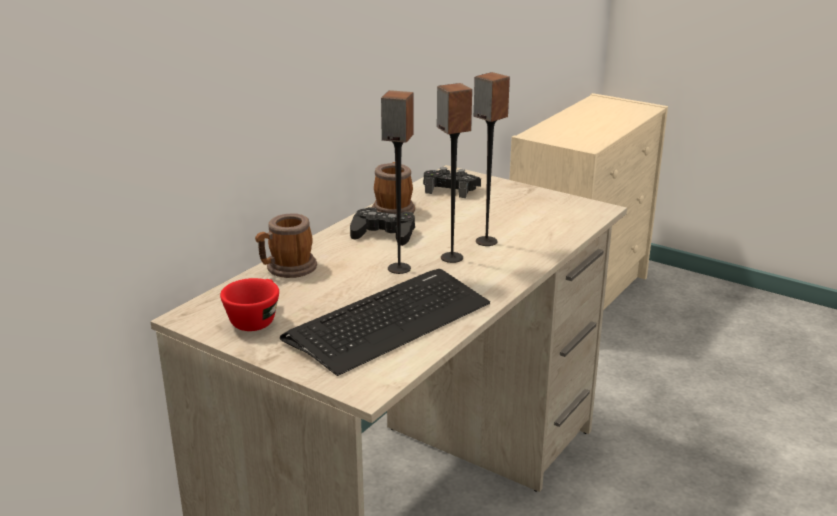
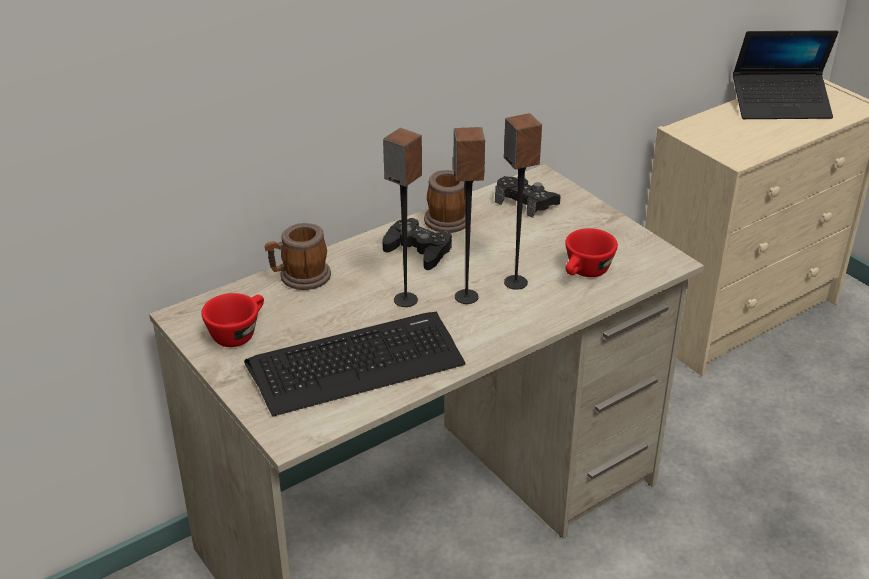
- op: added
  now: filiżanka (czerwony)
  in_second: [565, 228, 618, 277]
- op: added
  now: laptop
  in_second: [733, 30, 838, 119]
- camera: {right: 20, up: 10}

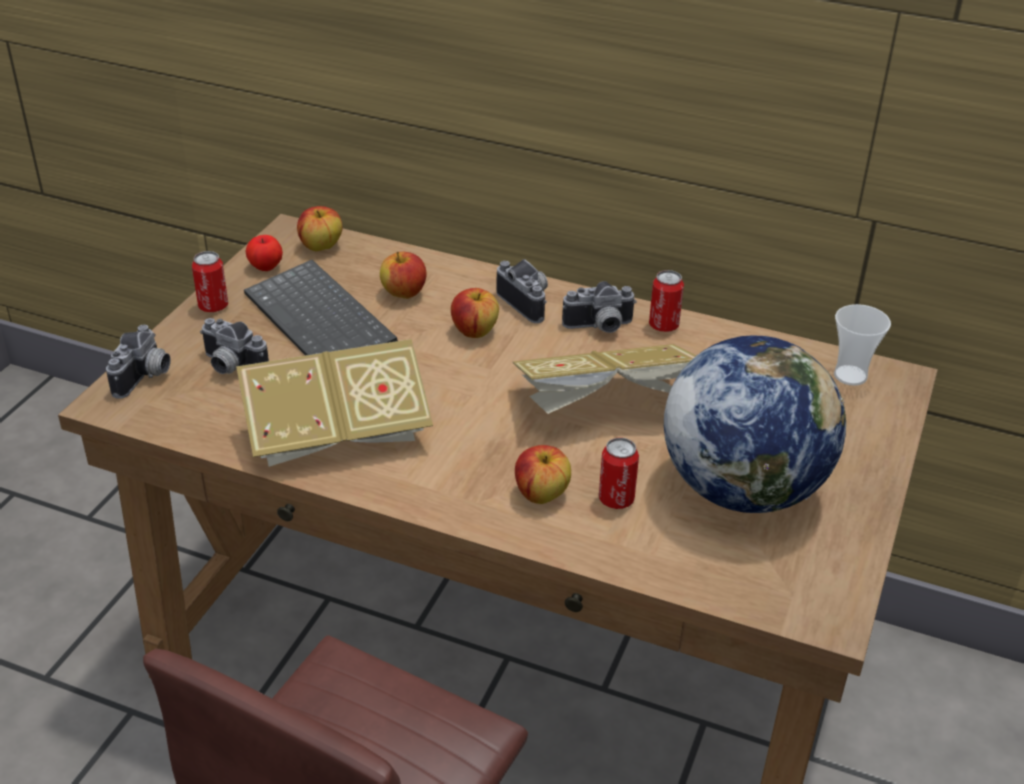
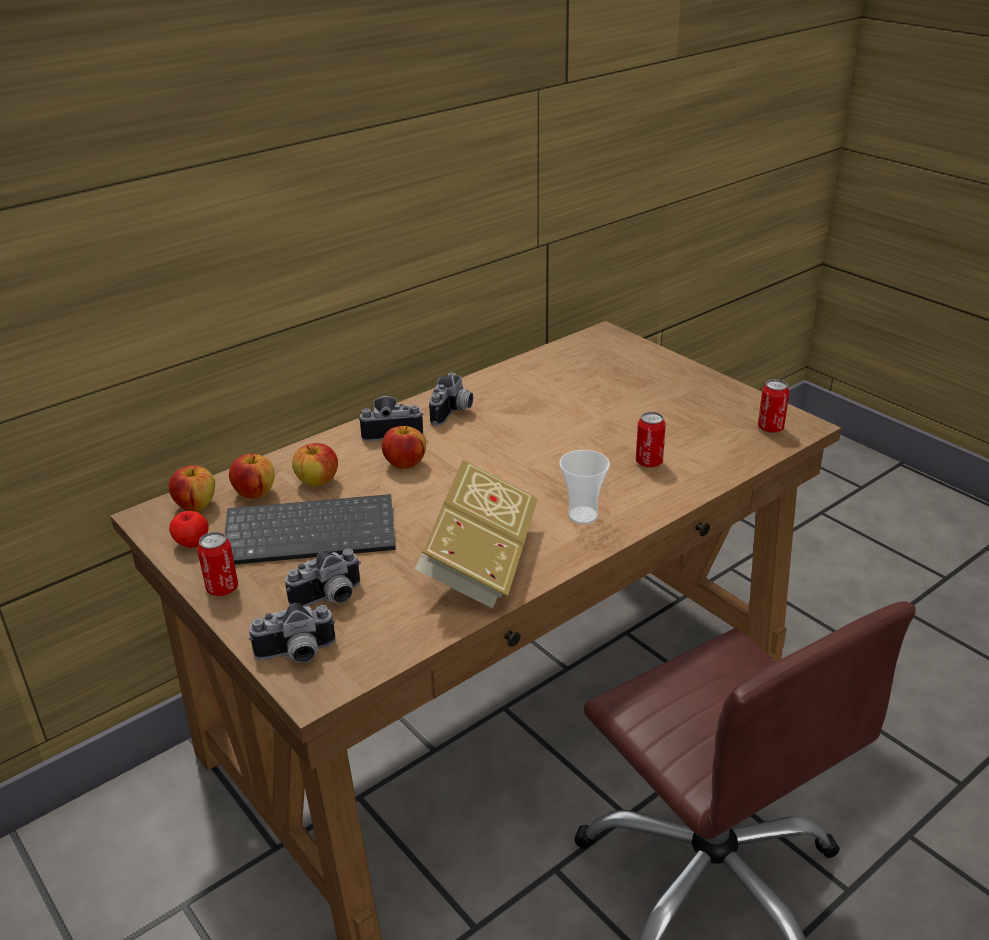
- op: turned
  was: aparat fotograficzny
  in_first: [106, 325, 171, 399]
  in_second: [249, 603, 335, 663]
  clockwise: 120
- op: removed
  was: książka
  in_first: [513, 344, 697, 414]
- op: moved
  was: jabłko
  in_first: [515, 445, 571, 504]
  in_second: [229, 454, 275, 499]
- op: moved
  was: puszka
  in_first: [649, 270, 684, 332]
  in_second: [758, 379, 790, 433]
- op: removed
  was: globus
  in_first: [664, 335, 846, 513]
- op: moved
  was: filiżanka
  in_first: [834, 304, 891, 386]
  in_second: [559, 450, 610, 525]
- camera: {right: -60, up: -5}

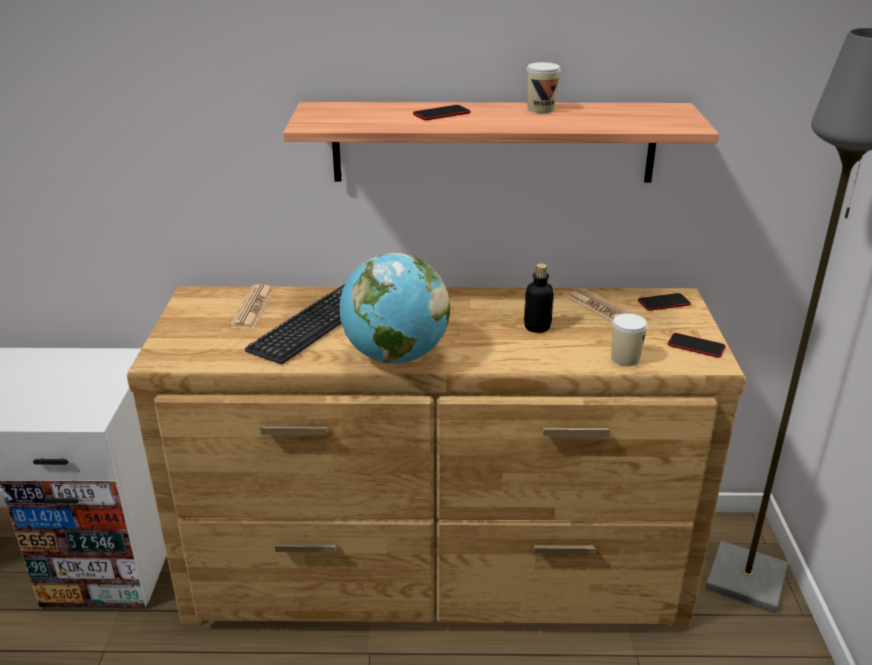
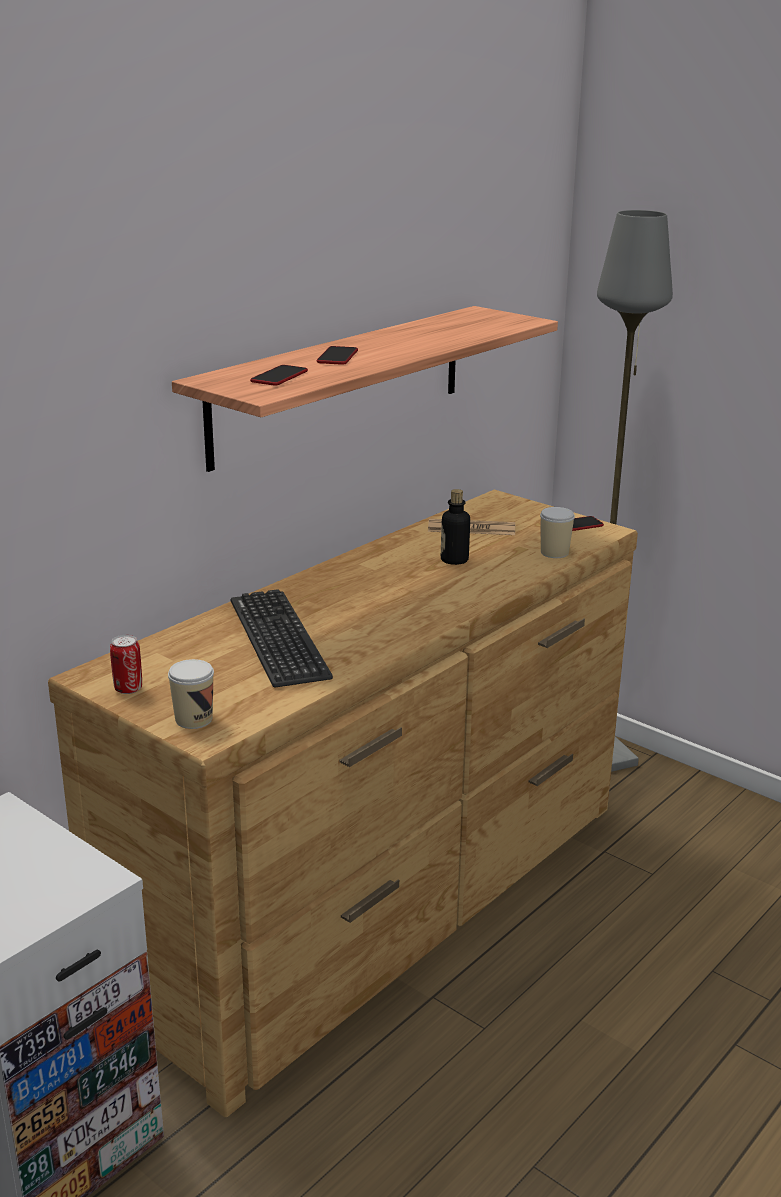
- op: removed
  was: gazeta
  in_first: [229, 284, 275, 329]
- op: removed
  was: globus
  in_first: [339, 253, 450, 364]
- op: moved
  was: filiżanka
  in_first: [527, 62, 561, 113]
  in_second: [168, 659, 214, 729]
- op: moved
  was: telefon
  in_first: [638, 293, 691, 311]
  in_second: [250, 365, 308, 386]
- op: added
  now: puszka
  in_second: [110, 635, 142, 694]
- camera: {right: -50, up: -5}

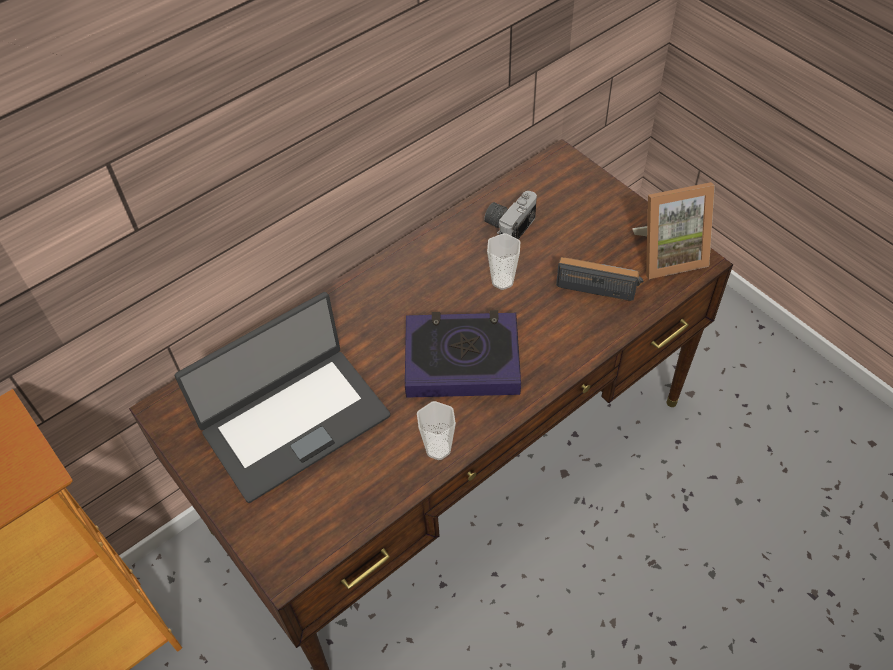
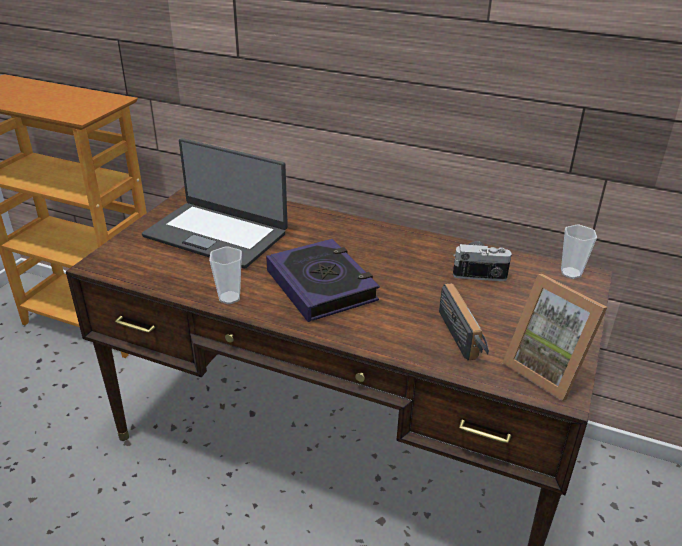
- op: moved
  was: filiżanka
  in_first: [487, 233, 520, 290]
  in_second: [561, 224, 597, 279]
- camera: {right: 60, up: -20}

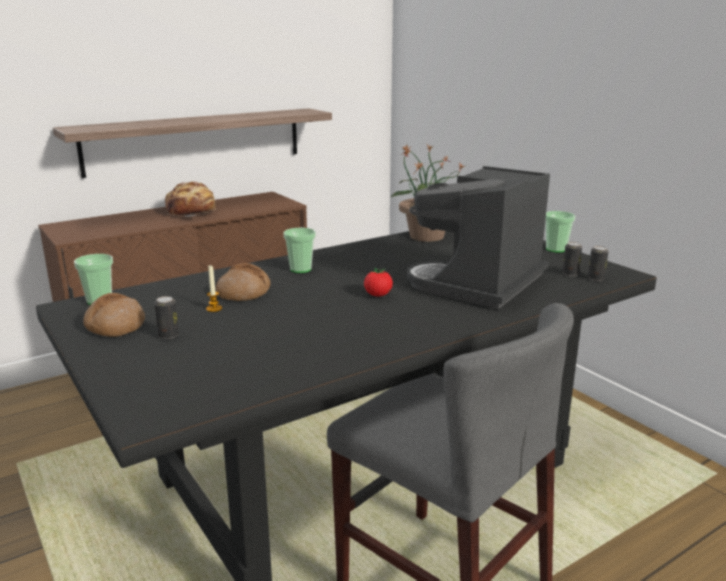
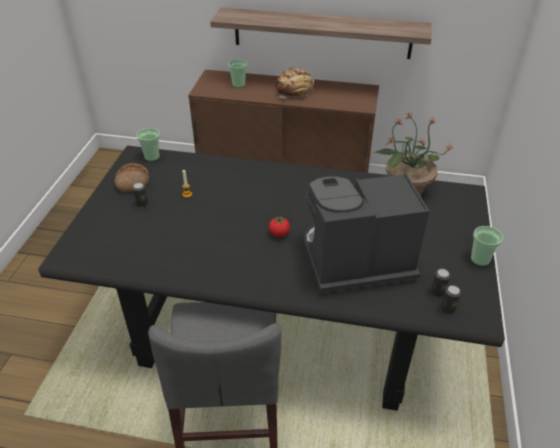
- op: removed
  was: chleb
  in_first: [216, 263, 271, 301]
- op: moved
  was: filiżanka
  in_first: [283, 228, 316, 273]
  in_second: [228, 59, 247, 88]
- camera: {right: 45, up: 20}

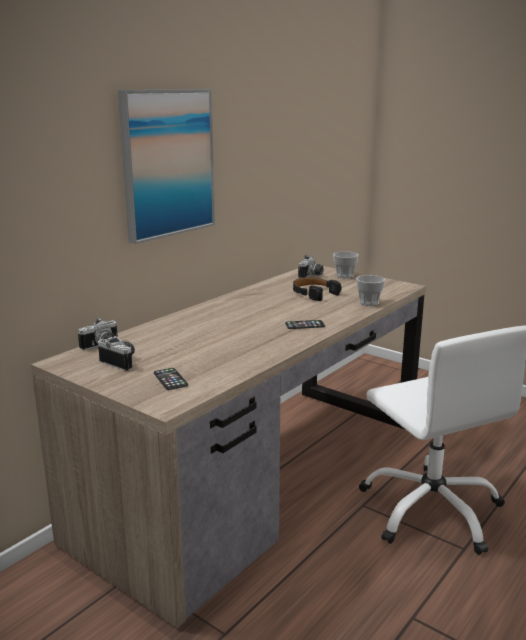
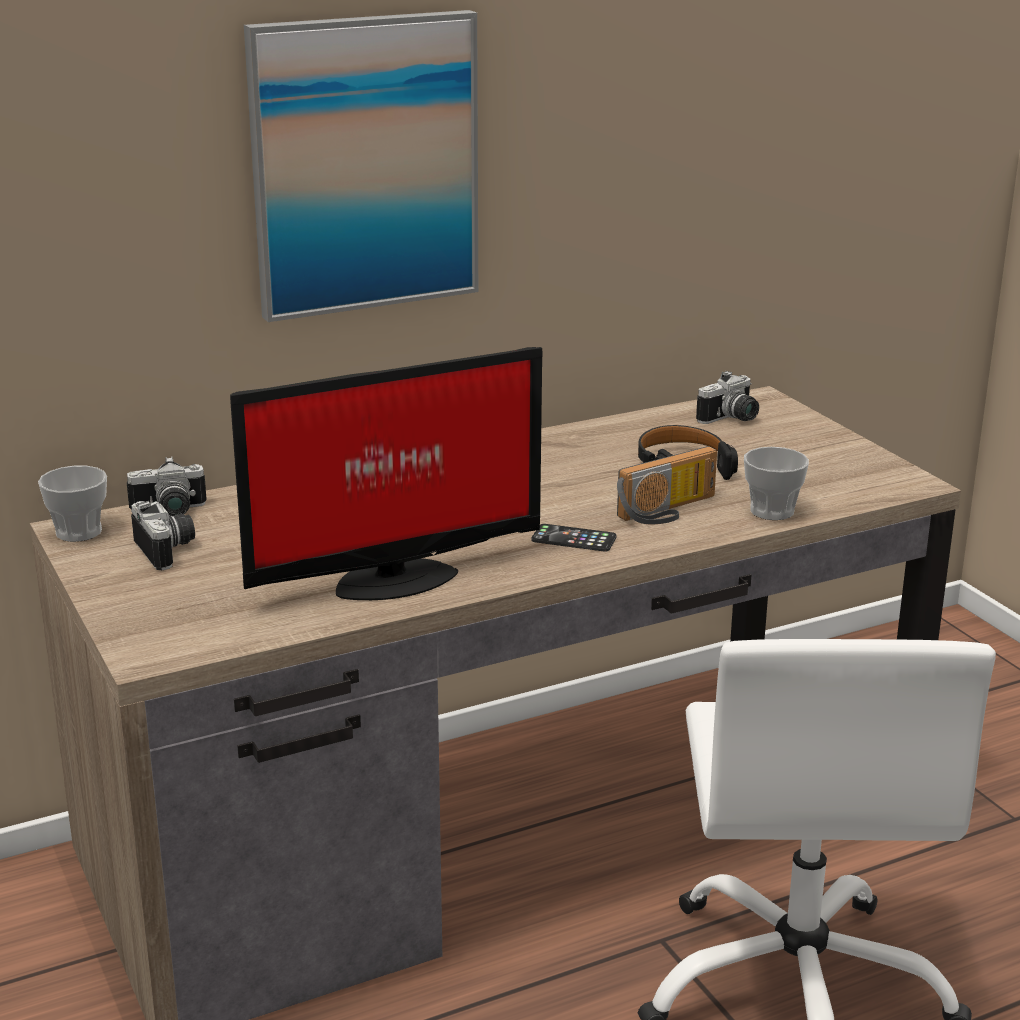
- op: removed
  was: telefon
  in_first: [154, 368, 188, 390]
- op: moved
  was: filiżanka
  in_first: [333, 252, 358, 278]
  in_second: [38, 466, 107, 542]
- op: added
  now: monitor
  in_second: [230, 347, 542, 600]
- op: added
  now: radio
  in_second: [617, 446, 717, 524]
- camera: {right: 25, up: 5}

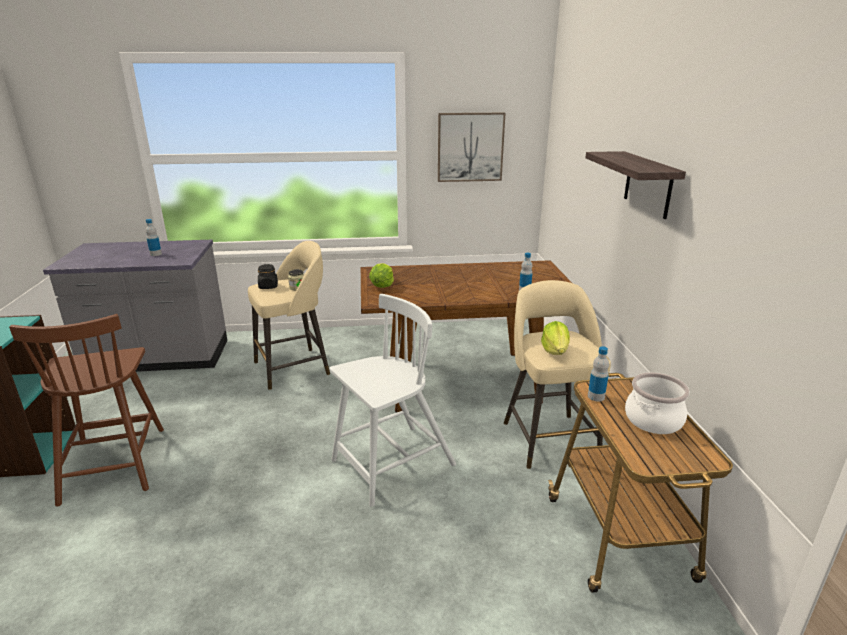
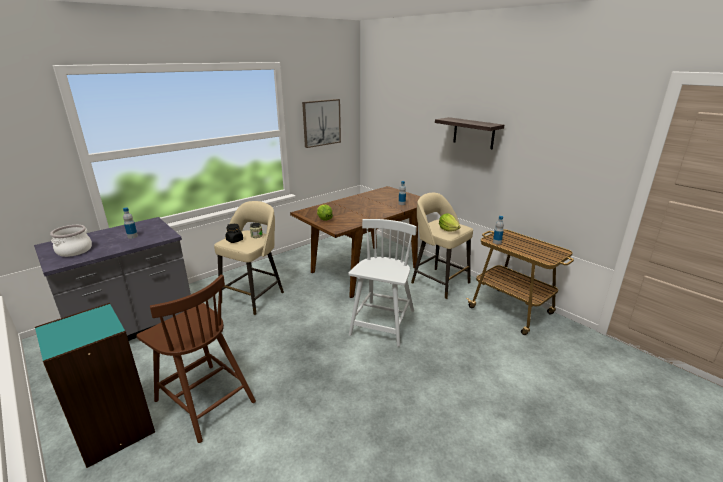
- op: moved
  was: garnek
  in_first: [625, 372, 690, 434]
  in_second: [50, 225, 92, 257]
- camera: {right: -35, up: 0}

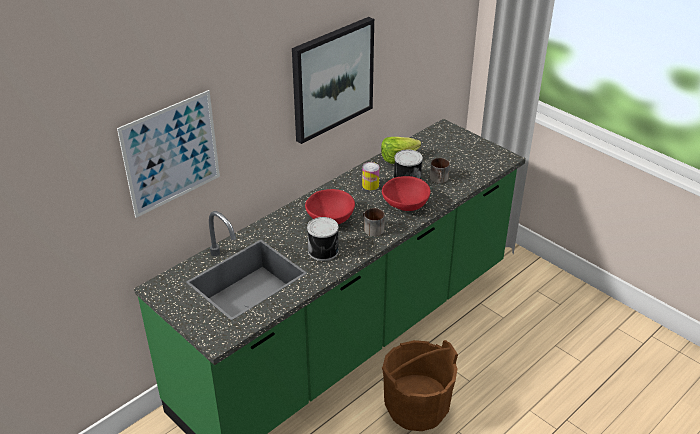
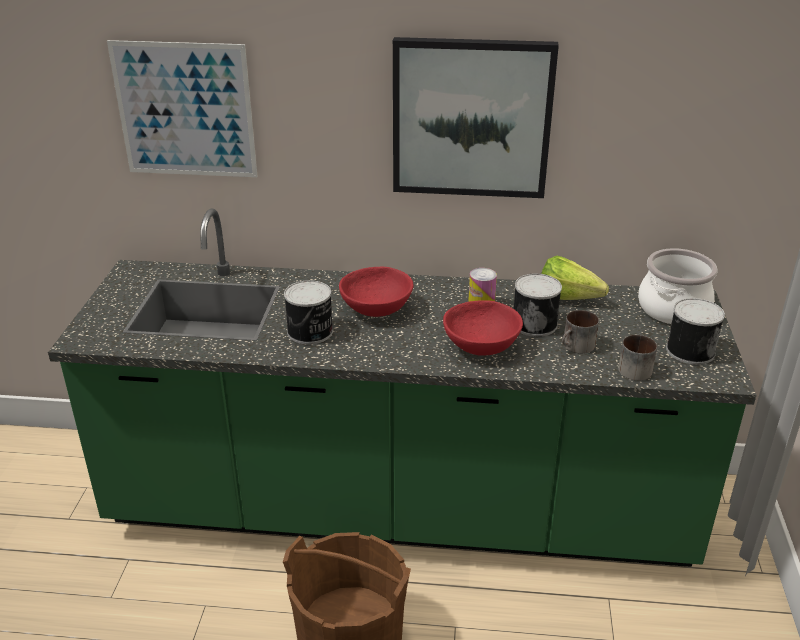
- op: moved
  was: kubek
  in_first: [363, 208, 385, 236]
  in_second: [618, 335, 657, 381]
- op: added
  now: garnek
  in_second: [638, 248, 718, 324]
- op: added
  now: puszka
  in_second: [666, 298, 725, 365]
- camera: {right: 50, up: -5}

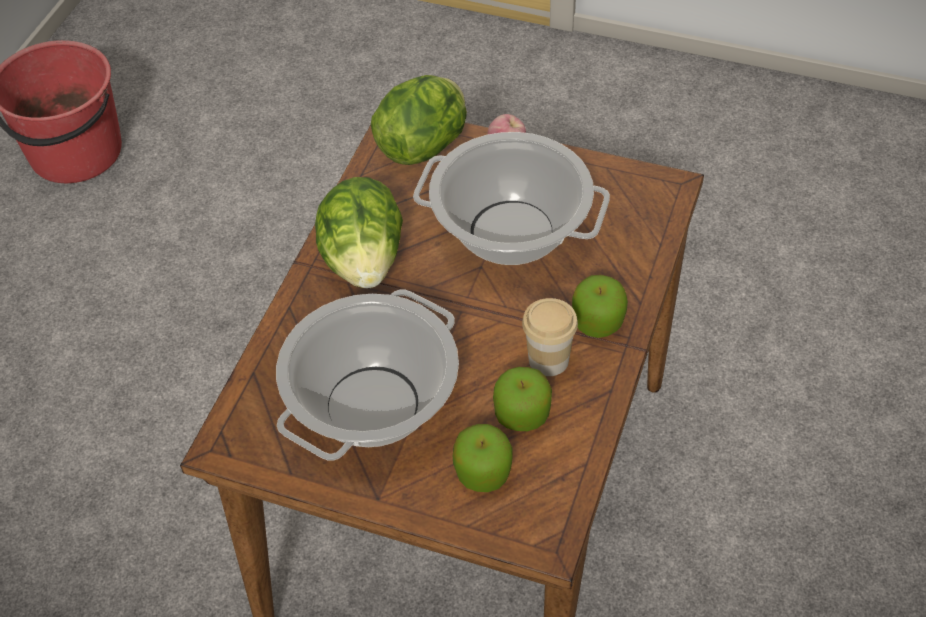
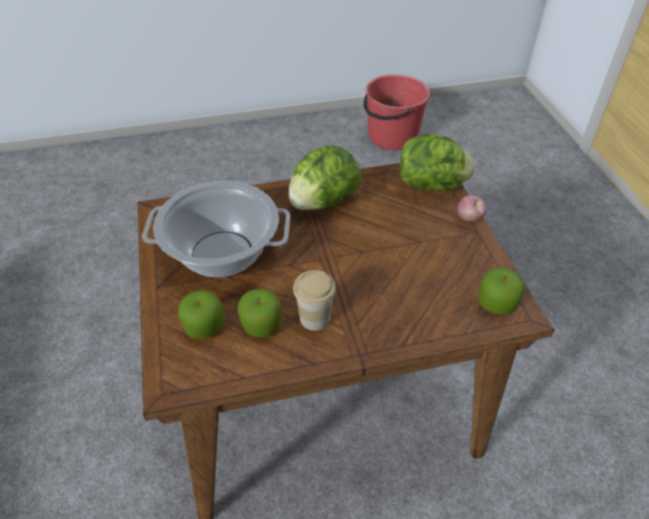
- op: removed
  was: garnek
  in_first: [413, 132, 610, 265]
- op: moved
  was: jabłko
  in_first: [572, 275, 628, 338]
  in_second: [479, 268, 524, 314]
- camera: {right: 55, up: -5}

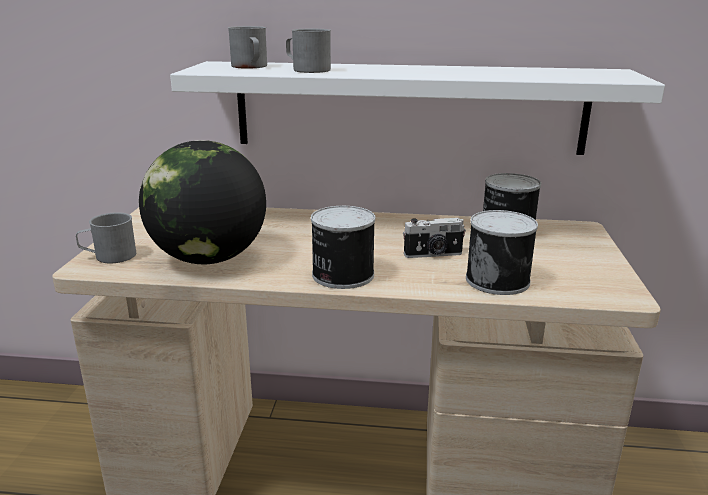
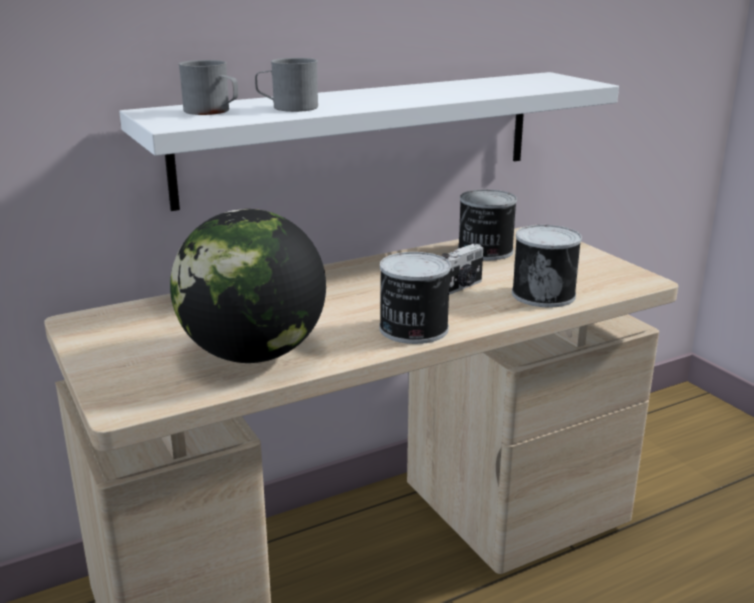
- op: removed
  was: kubek (szary)
  in_first: [76, 212, 136, 263]
- camera: {right: -35, up: 0}

